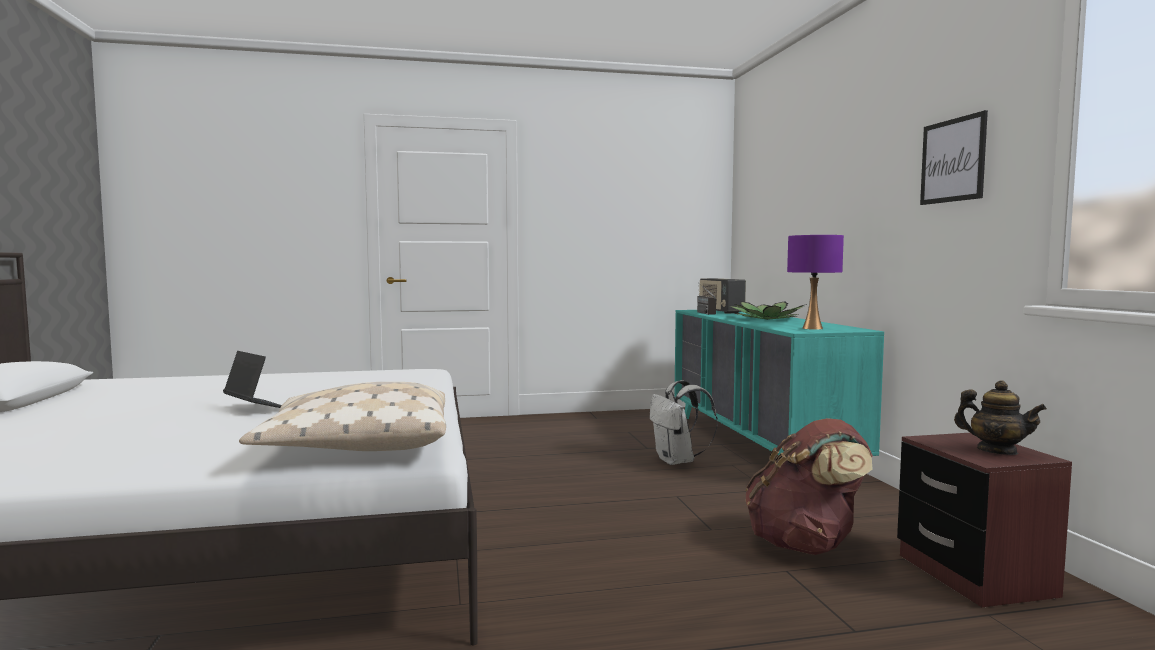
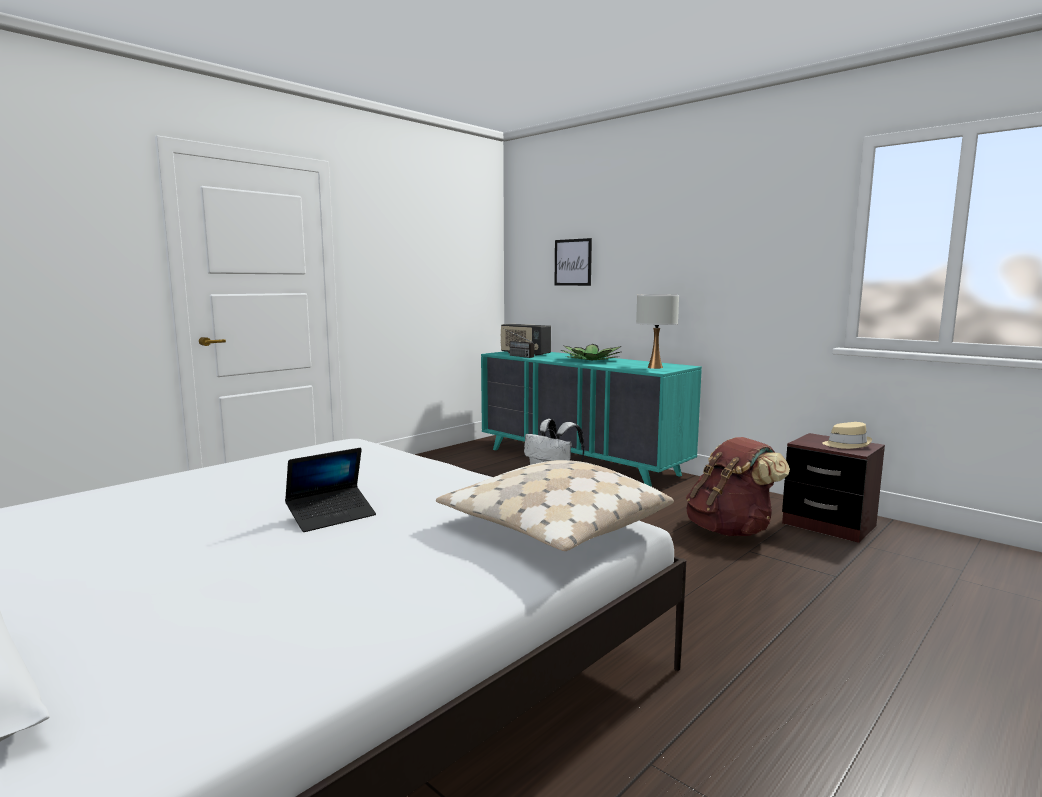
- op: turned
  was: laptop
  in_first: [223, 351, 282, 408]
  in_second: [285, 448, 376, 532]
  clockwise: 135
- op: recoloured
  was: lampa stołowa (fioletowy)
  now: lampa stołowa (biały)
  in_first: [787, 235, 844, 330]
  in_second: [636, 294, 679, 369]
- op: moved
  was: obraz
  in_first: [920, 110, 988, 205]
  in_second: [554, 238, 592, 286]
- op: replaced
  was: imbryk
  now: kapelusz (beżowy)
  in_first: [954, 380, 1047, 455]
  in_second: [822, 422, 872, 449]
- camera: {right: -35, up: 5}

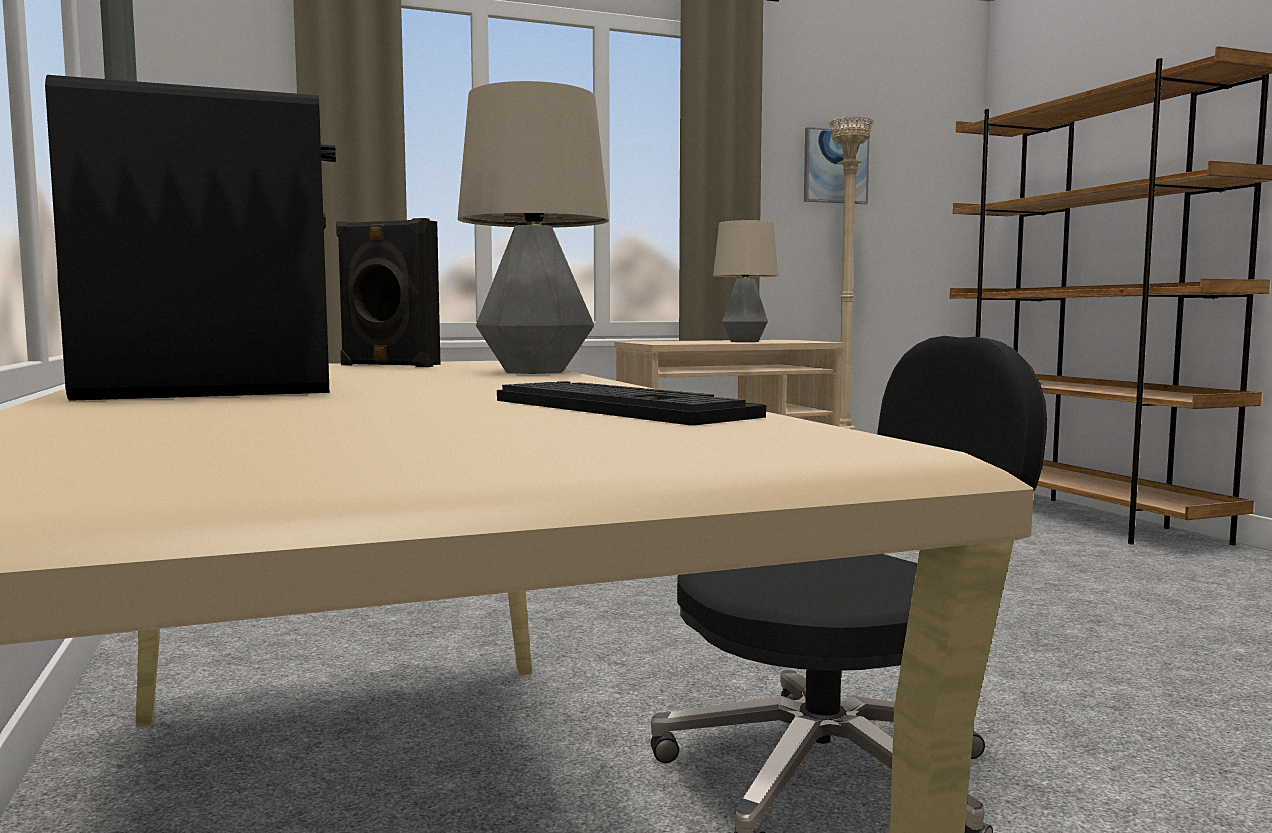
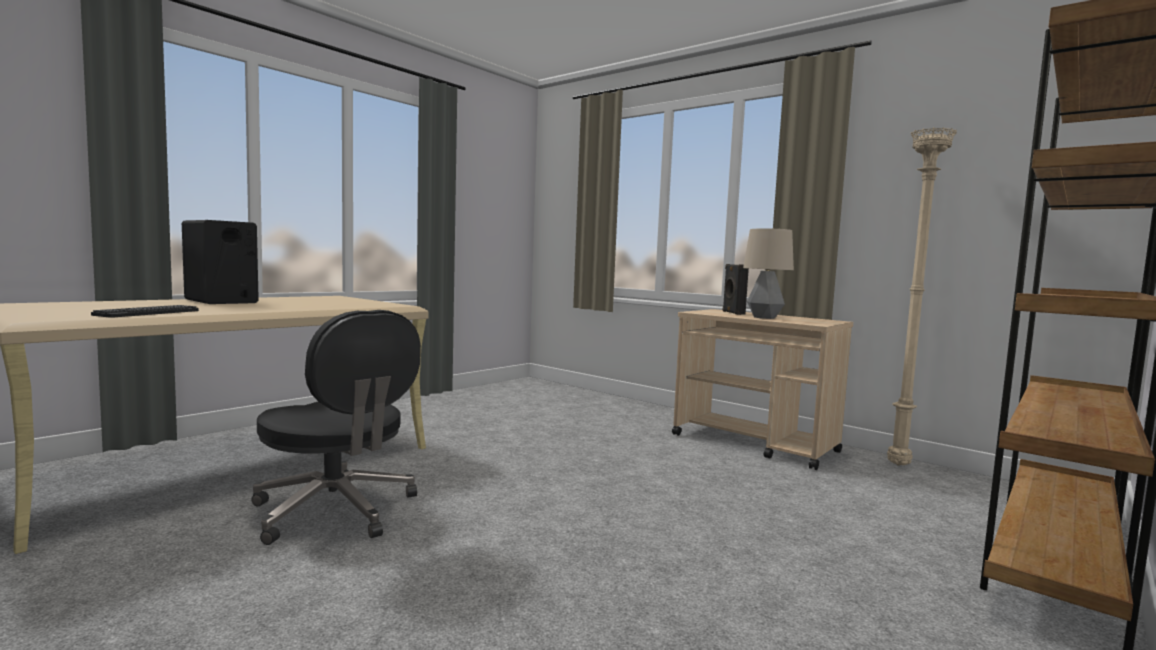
- op: moved
  was: głośnik (czarny)
  in_first: [336, 218, 441, 367]
  in_second: [723, 264, 749, 315]
- op: removed
  was: lampa stołowa
  in_first: [458, 81, 609, 374]
- op: removed
  was: obraz
  in_first: [804, 127, 870, 204]
- camera: {right: 60, up: 0}

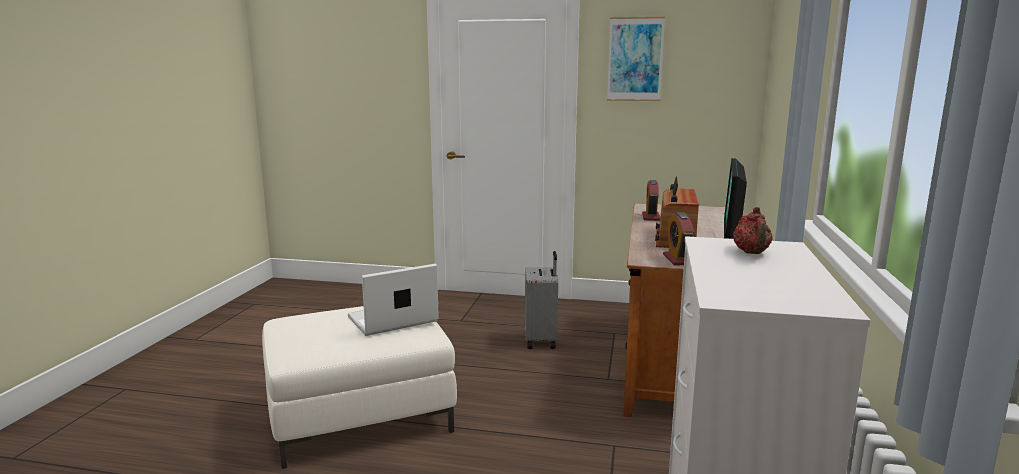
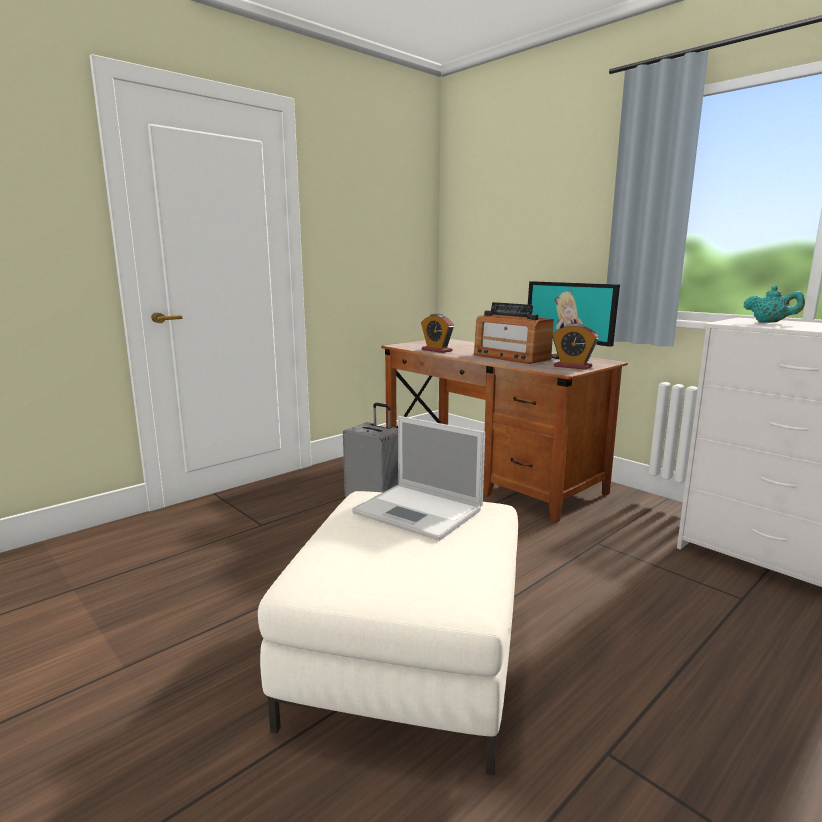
- op: turned
  was: laptop
  in_first: [348, 264, 439, 336]
  in_second: [352, 416, 485, 541]
  clockwise: -60
- op: removed
  was: obraz
  in_first: [607, 17, 665, 101]
- op: recoloured
  was: imbryk (czerwony)
  now: imbryk (turkusowy)
  in_first: [733, 207, 773, 254]
  in_second: [744, 286, 805, 323]
- camera: {right: -55, up: 0}

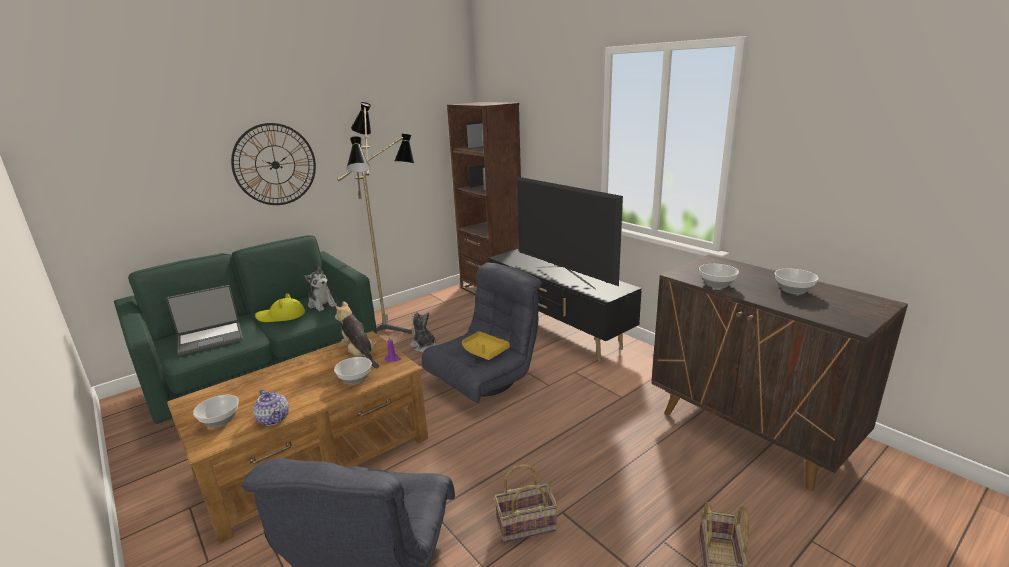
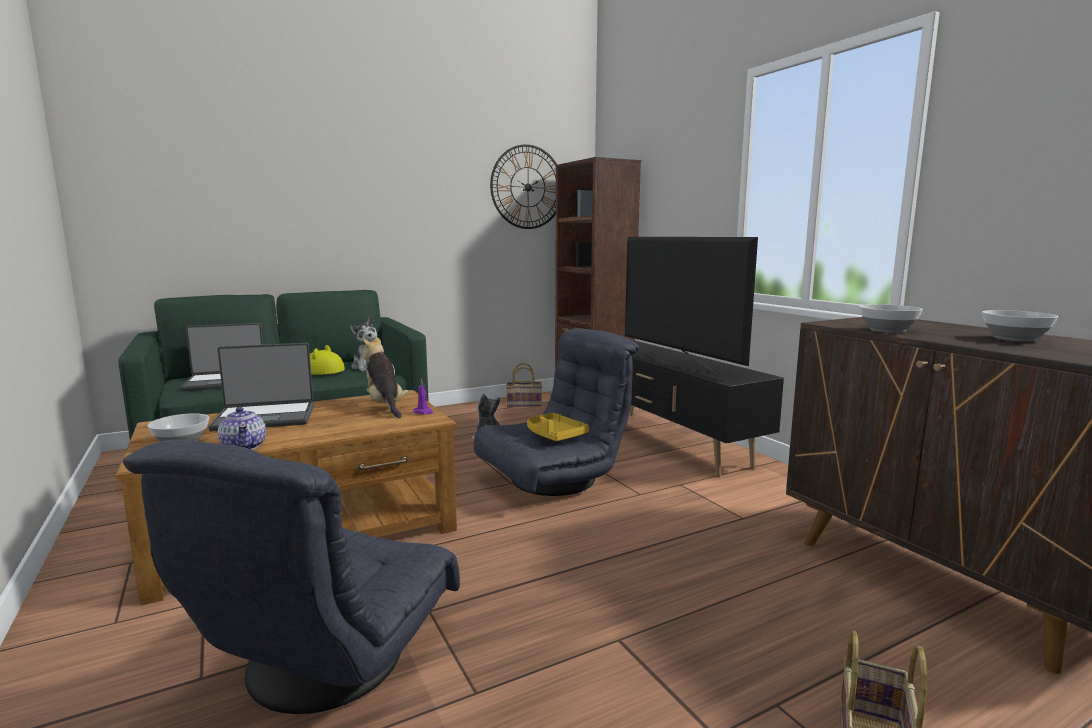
- op: moved
  was: zegar ścienny
  in_first: [231, 123, 316, 205]
  in_second: [490, 144, 557, 229]
- op: removed
  was: miska
  in_first: [334, 357, 372, 385]
- op: removed
  was: lampa stojąca
  in_first: [337, 102, 414, 334]
- op: moved
  was: koszyk
  in_first: [494, 464, 558, 543]
  in_second: [506, 363, 542, 407]
- op: added
  now: laptop
  in_second: [208, 343, 313, 432]
- camera: {right: 10, up: -10}

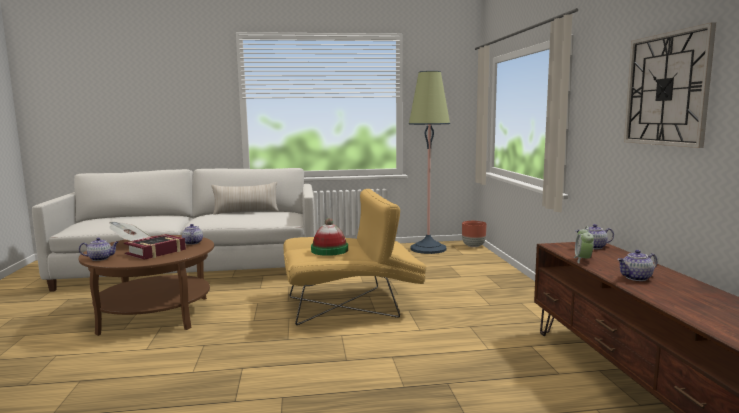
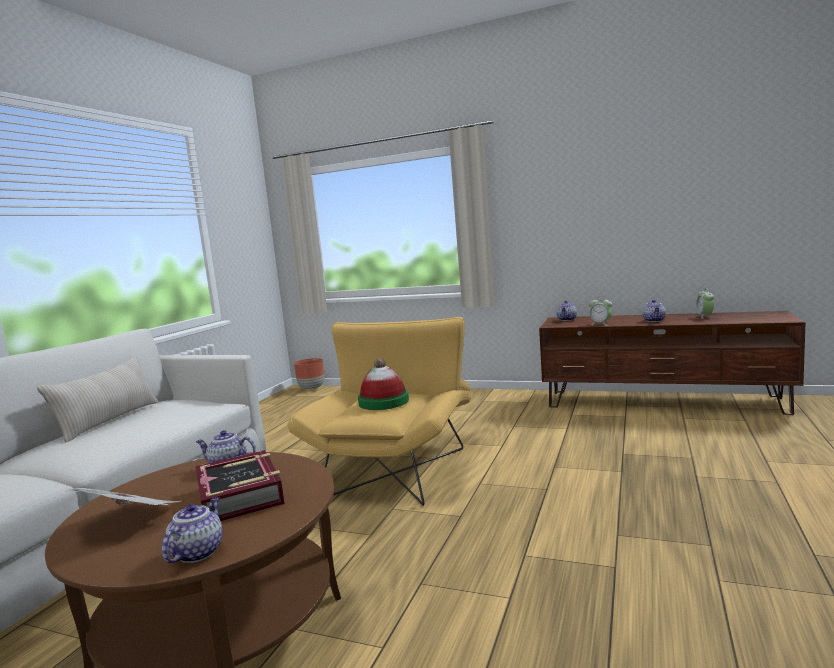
- op: removed
  was: lampa stojąca
  in_first: [409, 71, 450, 254]
- op: removed
  was: zegar ścienny
  in_first: [624, 22, 716, 148]
- op: added
  now: budzik
  in_second: [696, 288, 714, 319]
- camera: {right: -60, up: 0}

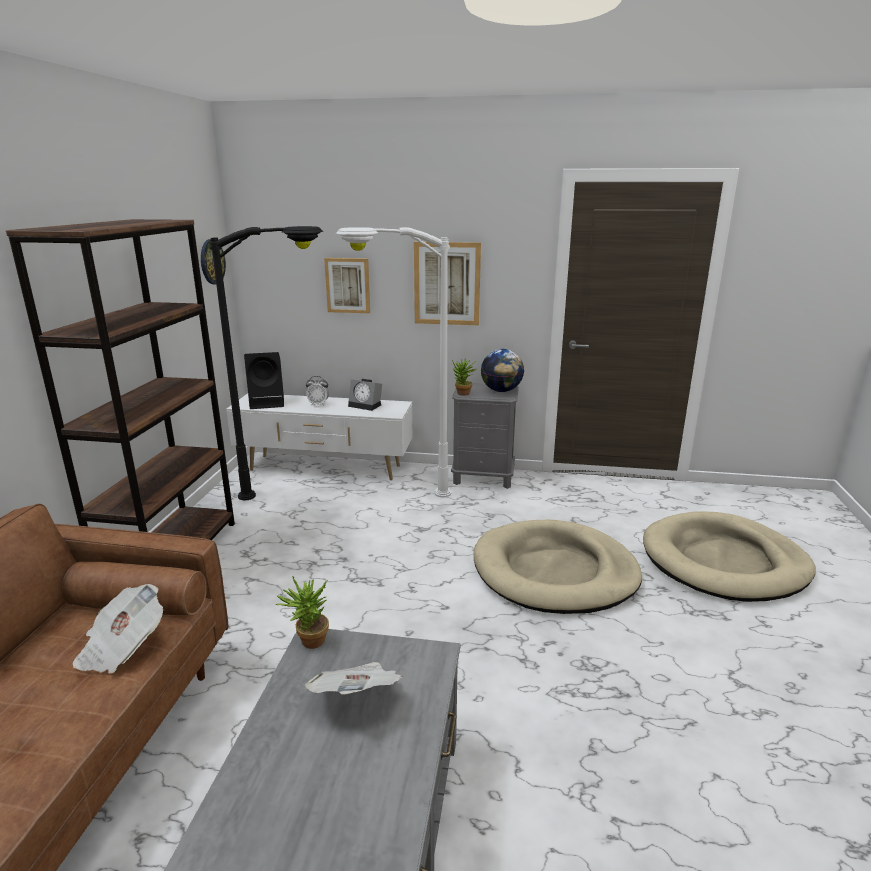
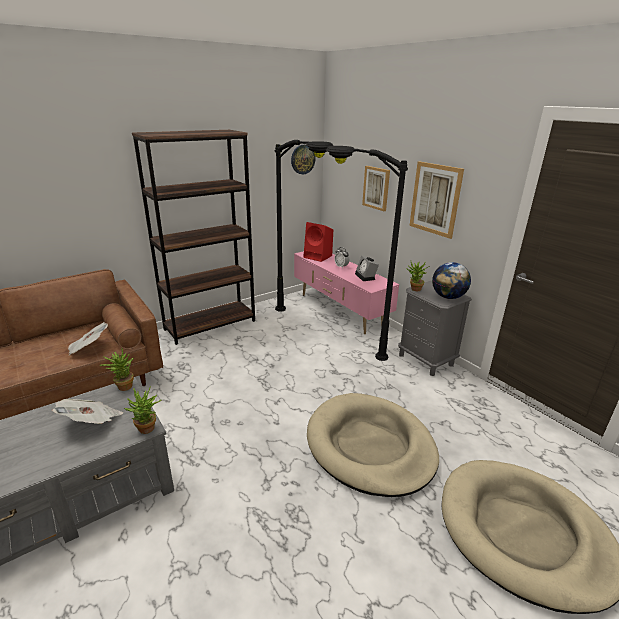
- op: recoloured
  was: szafka pod telewizor (biały)
  now: szafka pod telewizor (różowy)
  in_first: [226, 393, 413, 480]
  in_second: [294, 251, 399, 334]
- op: recoloured
  was: głośnik (czarny)
  now: głośnik (czerwony)
  in_first: [244, 352, 284, 409]
  in_second: [303, 222, 333, 262]
- op: recoloured
  was: lampa stojąca (biały)
  now: lampa stojąca (czarny)
  in_first: [336, 227, 451, 497]
  in_second: [326, 146, 408, 361]
- op: added
  now: roślina doniczkowa
  in_second: [124, 386, 162, 434]
- camera: {right: 45, up: 5}

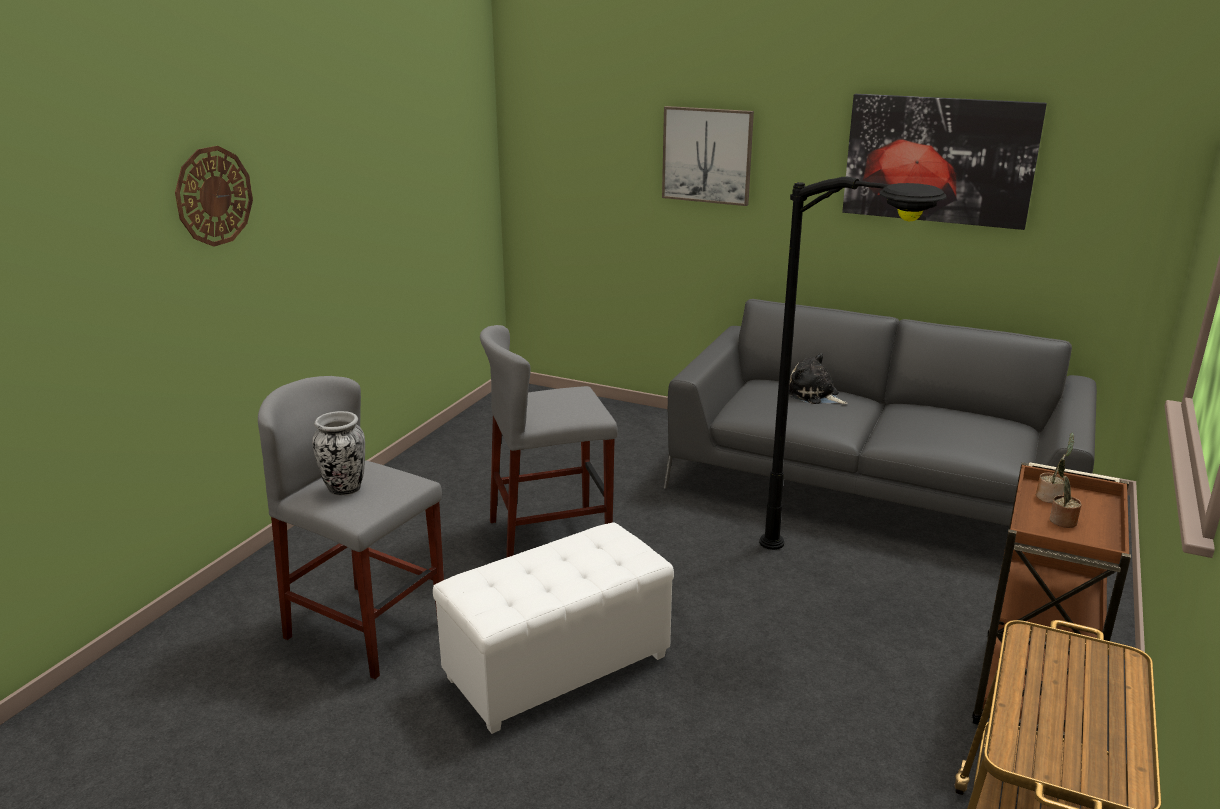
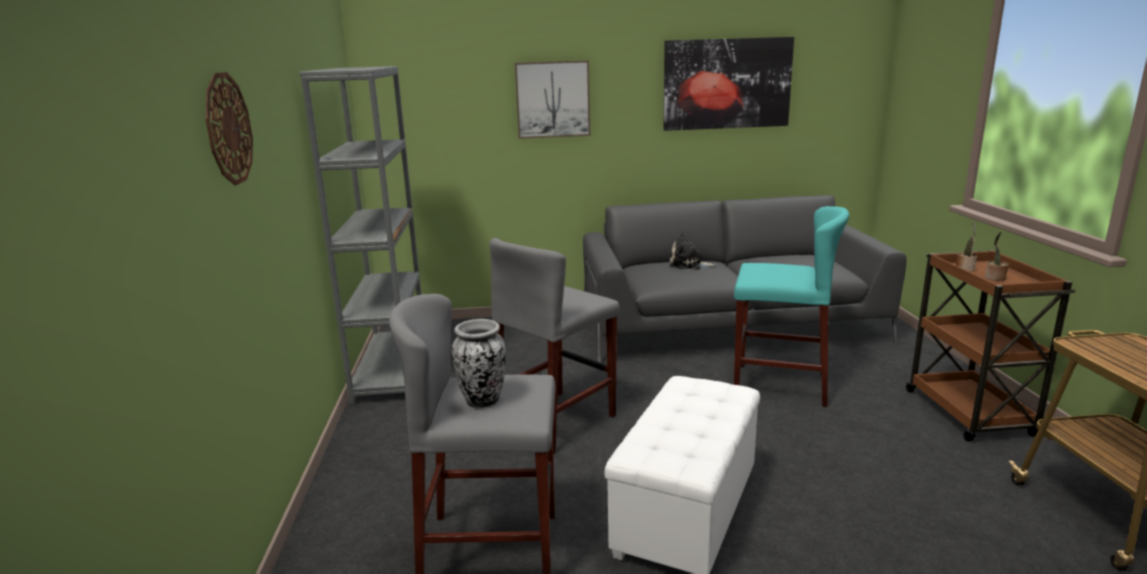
- op: replaced
  was: lampa stojąca (czarny)
  now: stołek (turkusowy)
  in_first: [759, 177, 947, 550]
  in_second: [734, 206, 849, 407]
- op: added
  now: regał (szary)
  in_second: [300, 66, 421, 405]
- camera: {right: -30, up: -5}

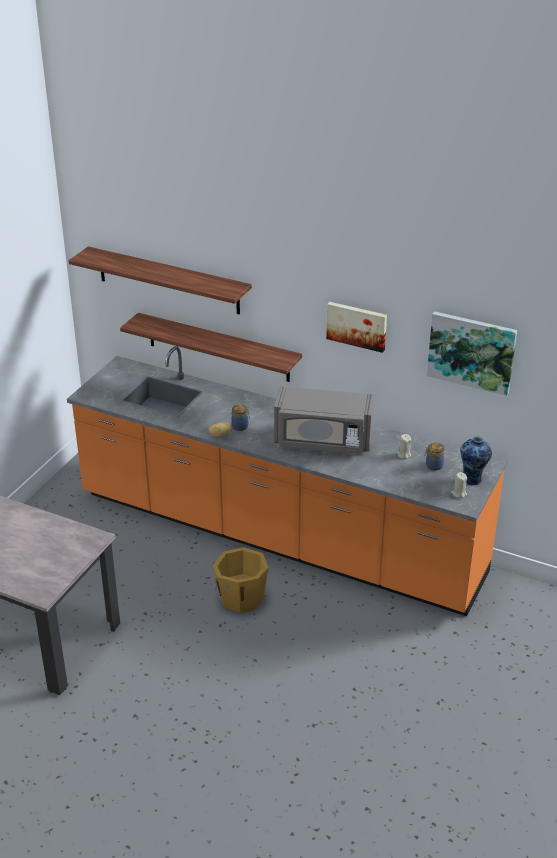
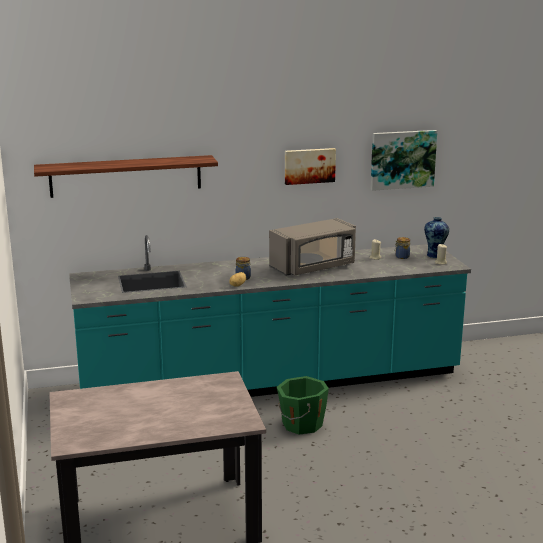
- op: recoloured
  was: zabudowa kuchenna (pomarańczowy)
  now: zabudowa kuchenna (turkusowy)
  in_first: [67, 346, 507, 616]
  in_second: [69, 235, 471, 397]
- op: removed
  was: półka
  in_first: [120, 313, 302, 382]
- op: recoloured
  was: wiadro (pomarańczowy)
  now: wiadro (zielony)
  in_first: [213, 547, 268, 613]
  in_second: [277, 376, 329, 435]
- camera: {right: -40, up: -15}

